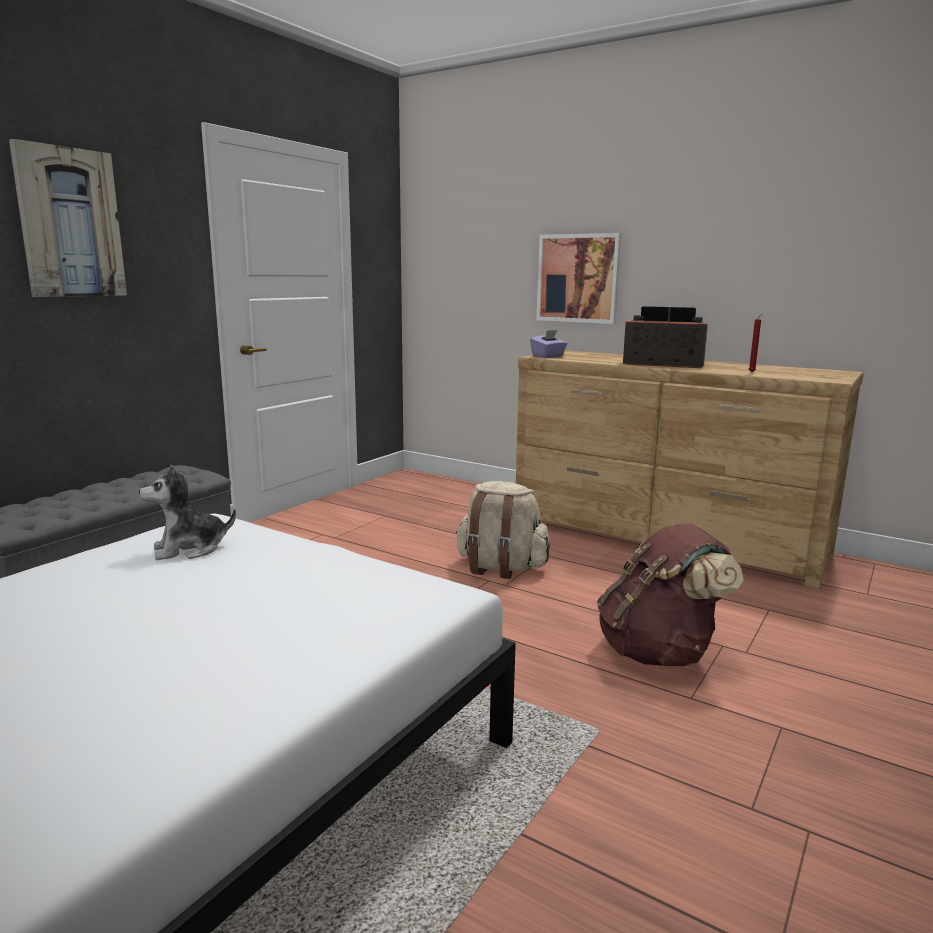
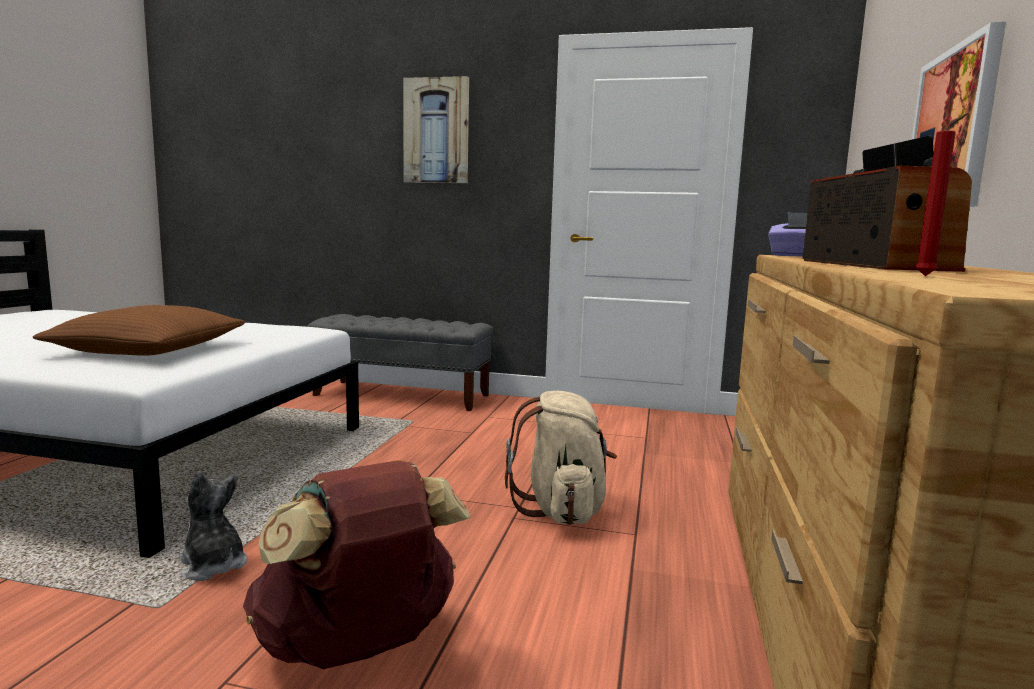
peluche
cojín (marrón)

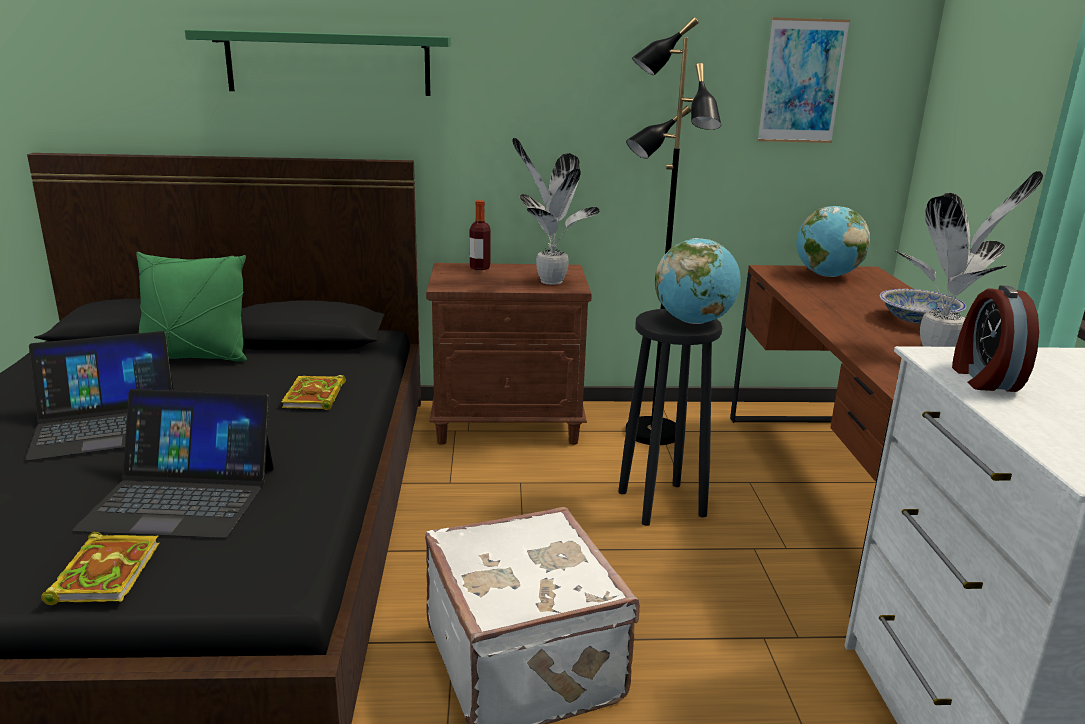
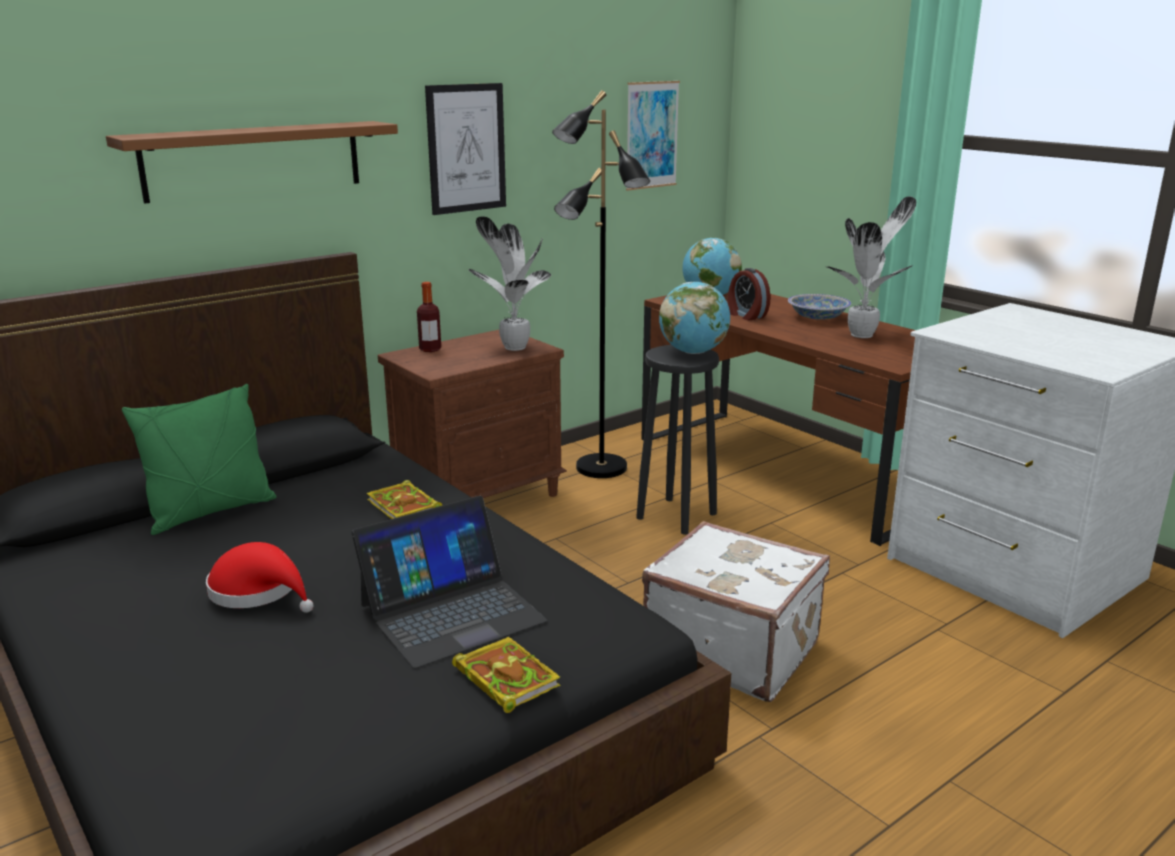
sombrero (rojo)
estante (marrón)
despertador
cuadro (1st from left)

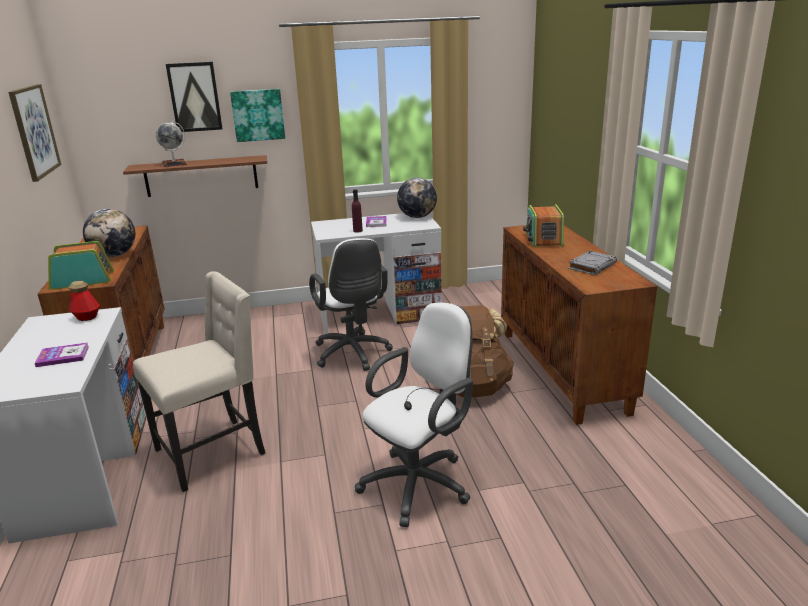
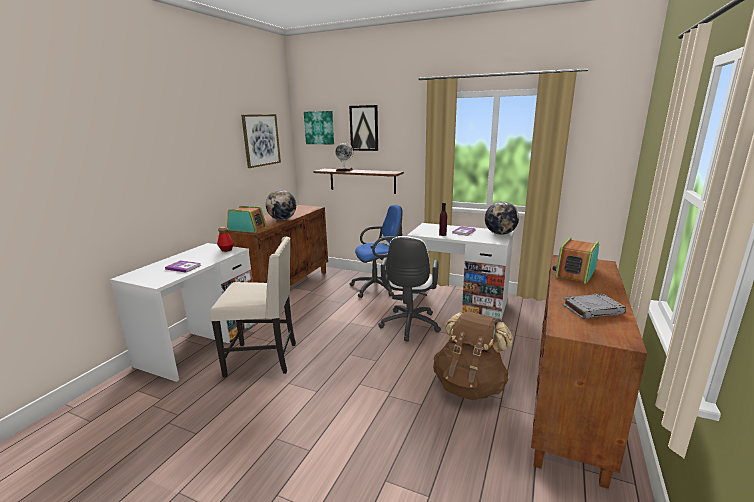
cuadro (2nd from left)
silla de oficina (blanco) (2nd from left in the first image)
silla de oficina (azul)

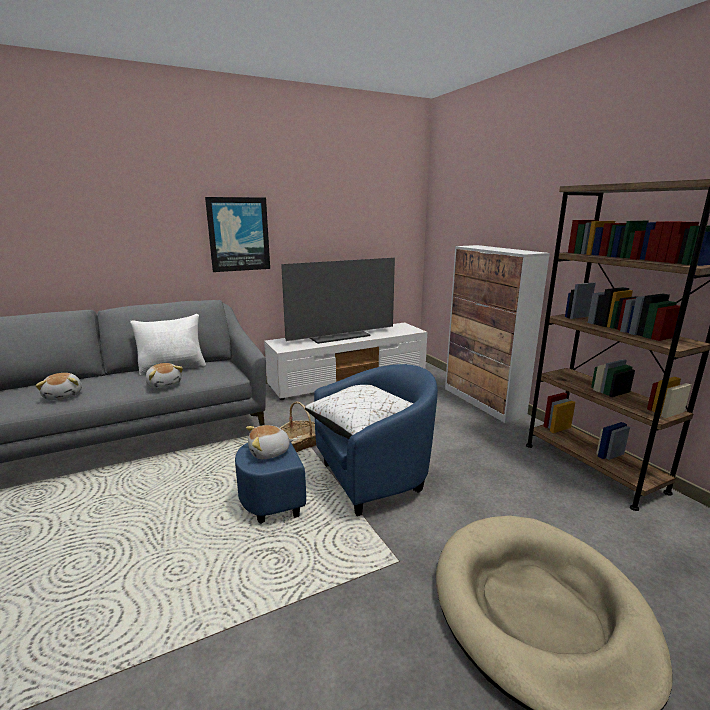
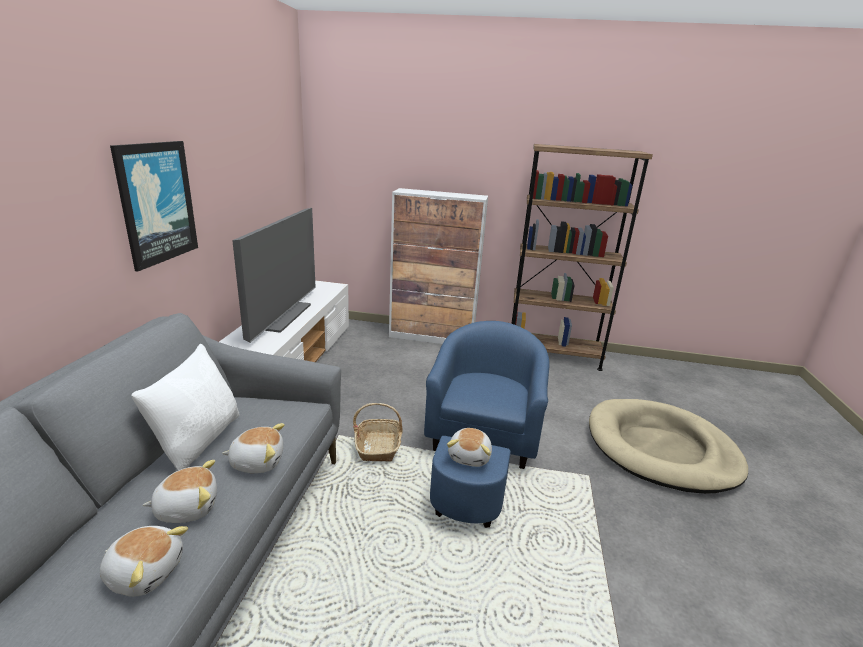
cojín (blanco) (2nd from left in the first image)
peluche (2nd from left)

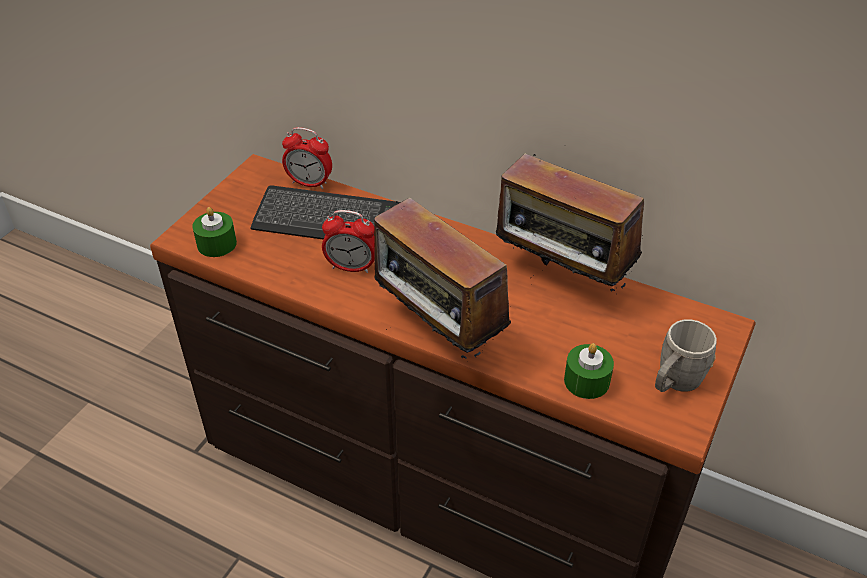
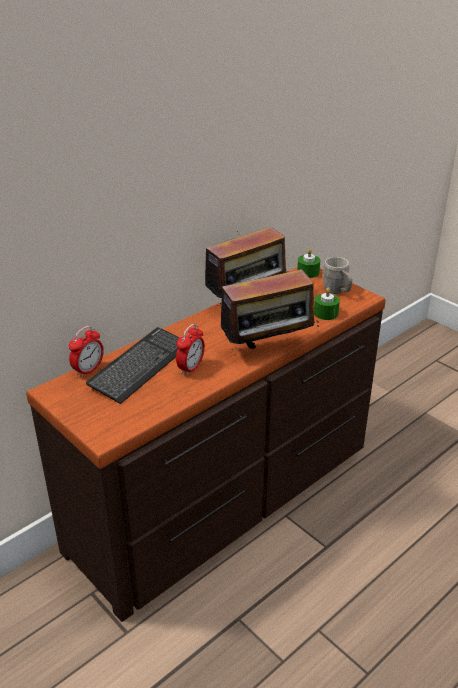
vela (verde) (1st from left)

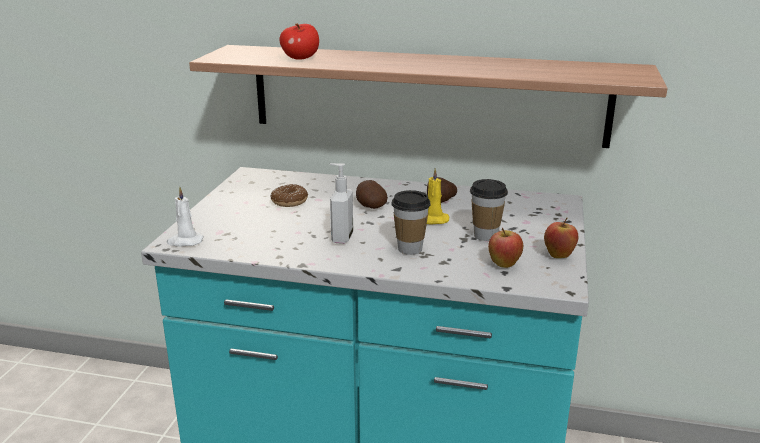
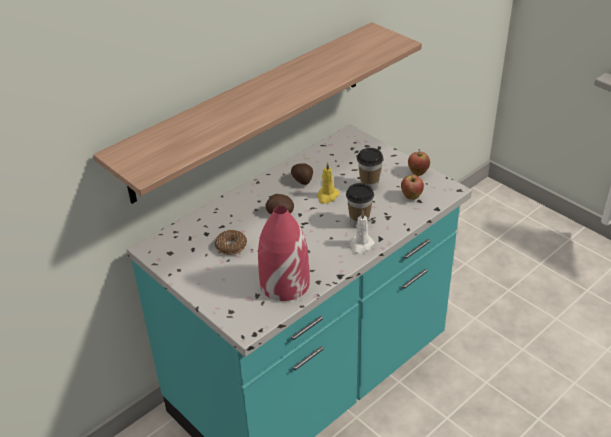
vela (blanco)
manzana (1st from left in the first image)
dispensador de jabón
florero (rojo)

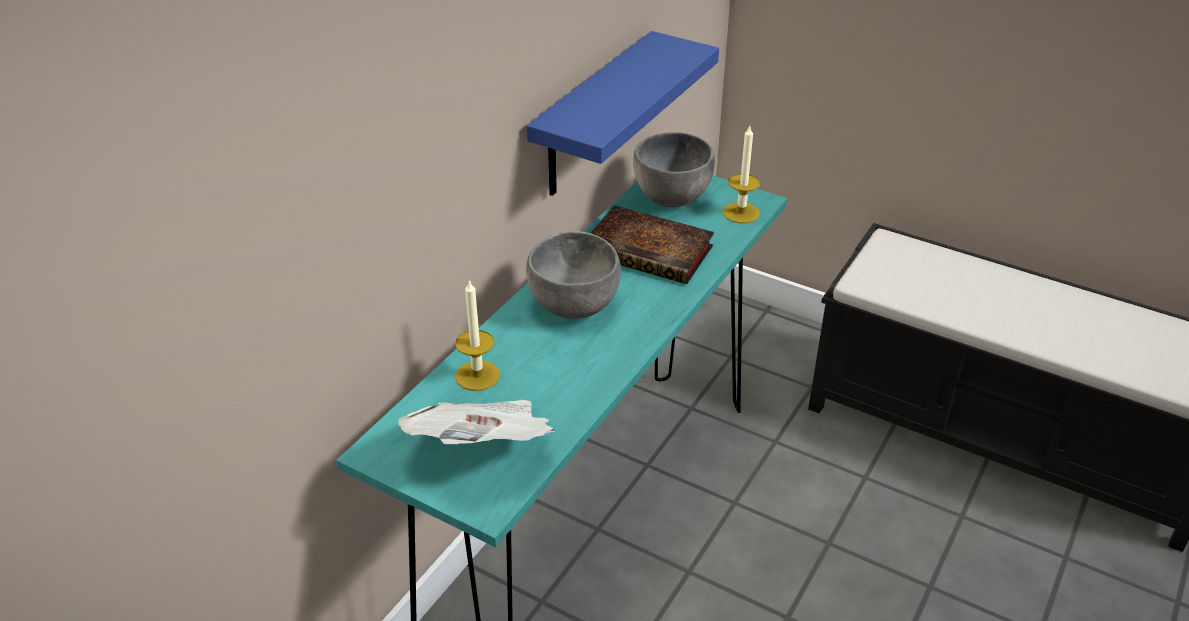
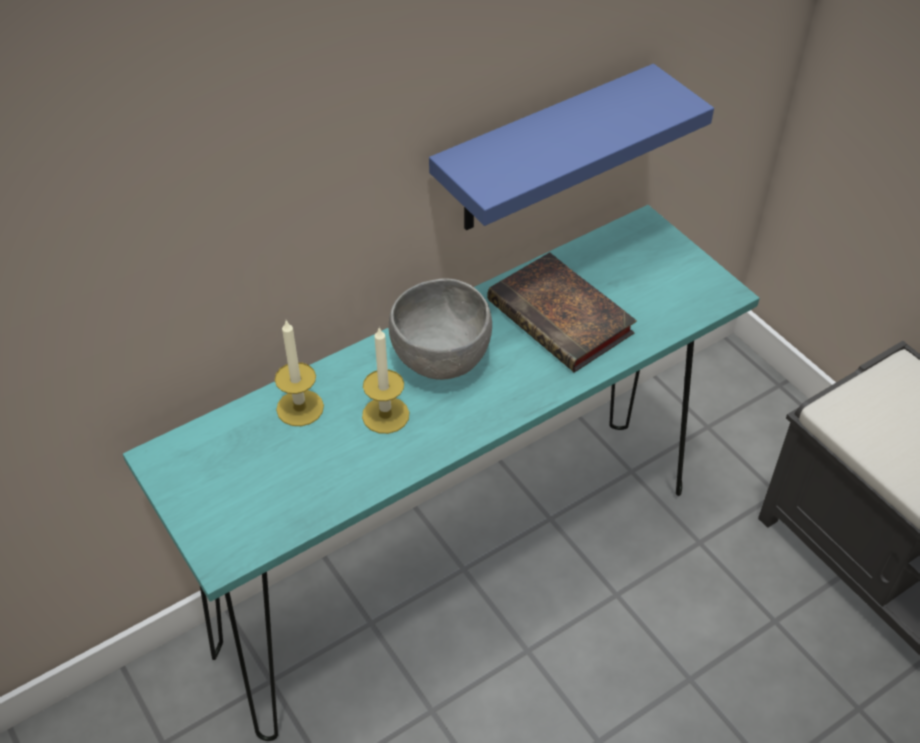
periódico
cuenco (gris) (2nd from left in the first image)
vela (2nd from left)

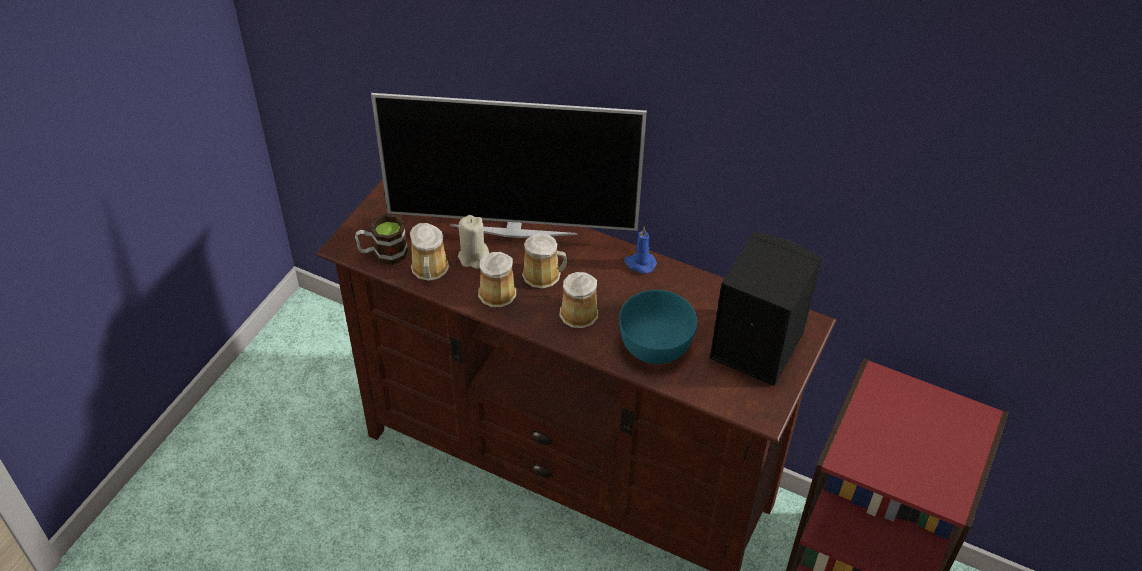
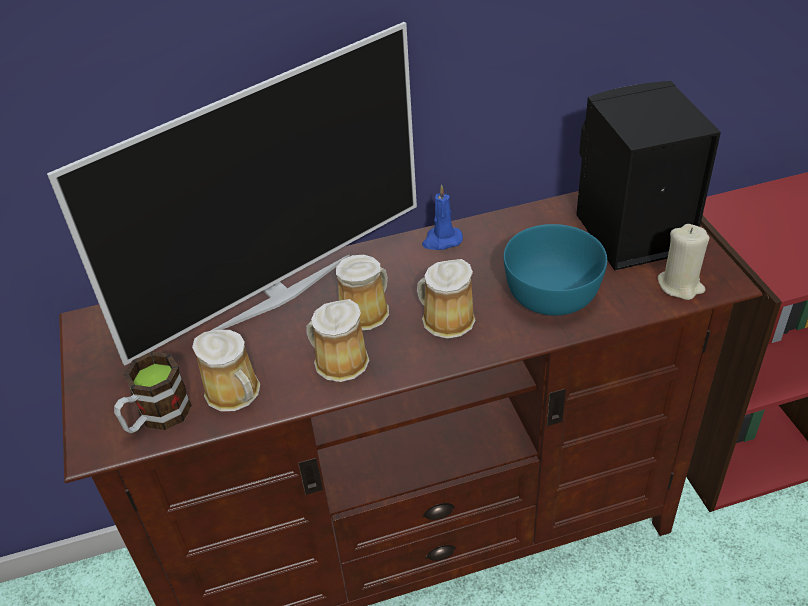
vela (beis)

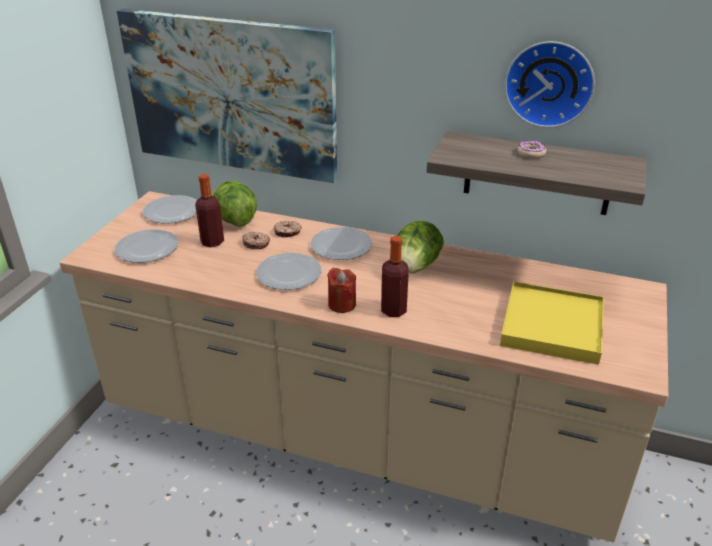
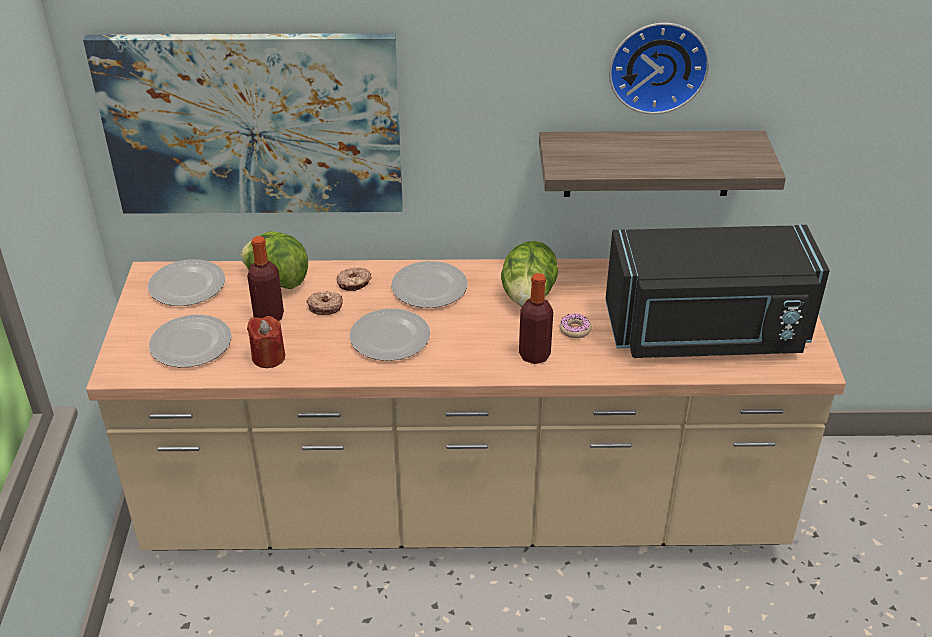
vela (rojo)
microondas (negro)
rosquilla (3rd from left)

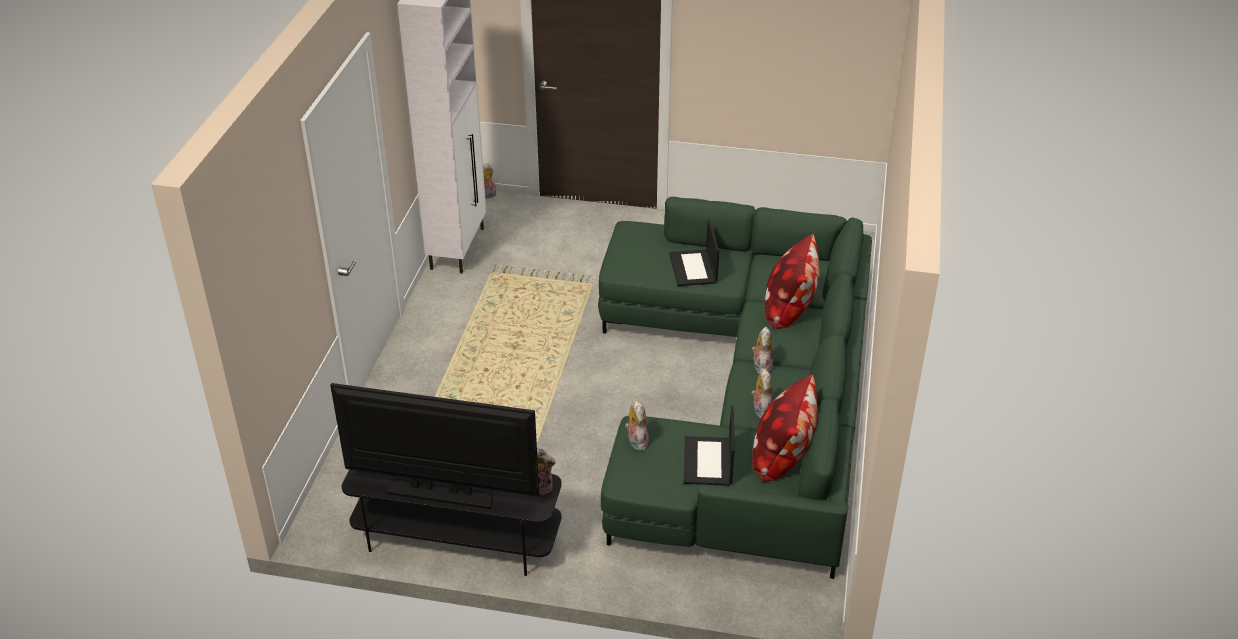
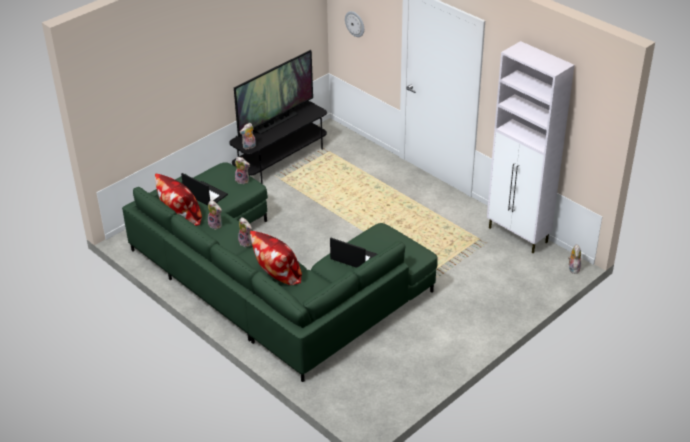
reloj de pared

